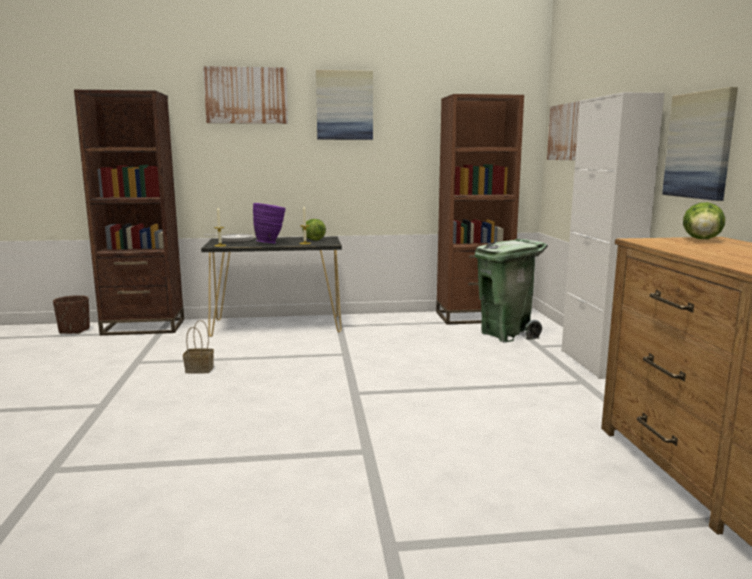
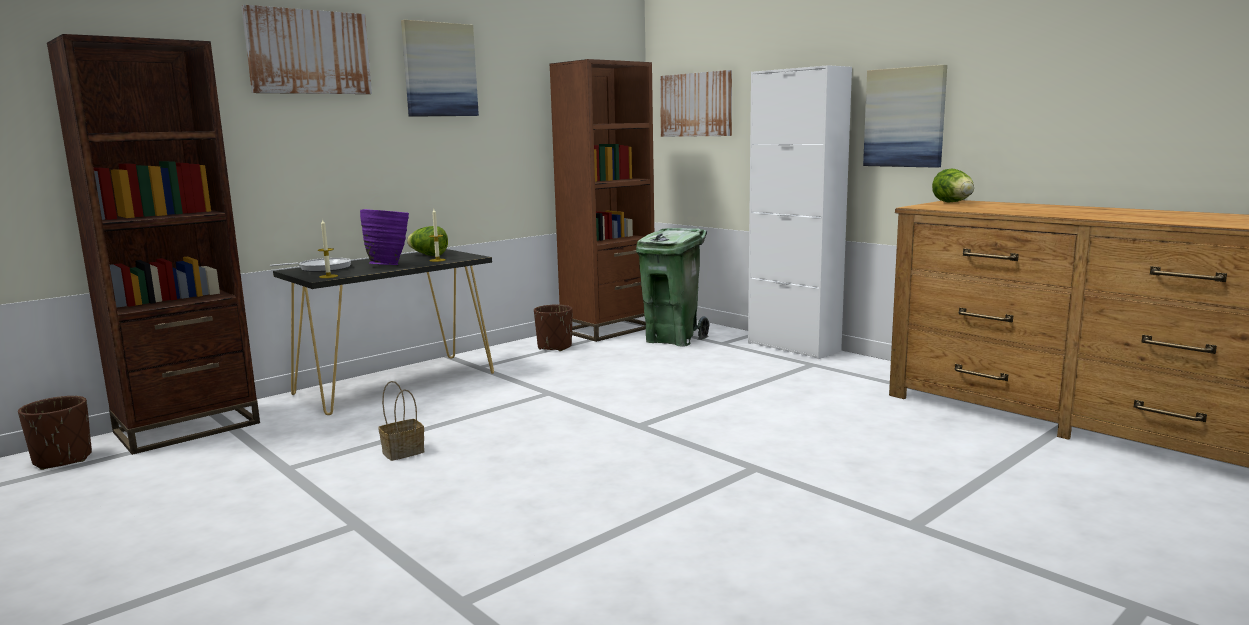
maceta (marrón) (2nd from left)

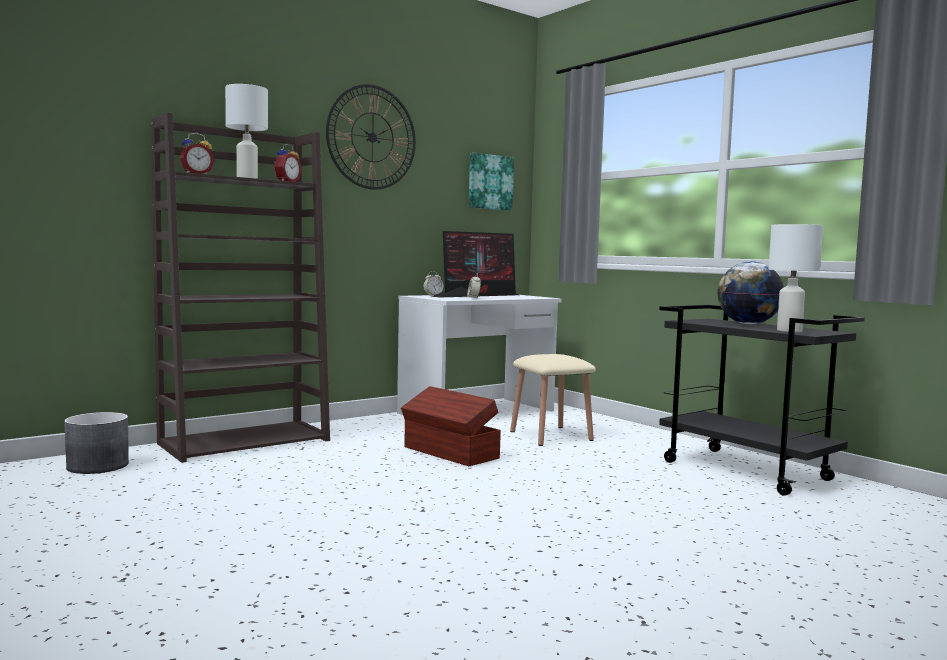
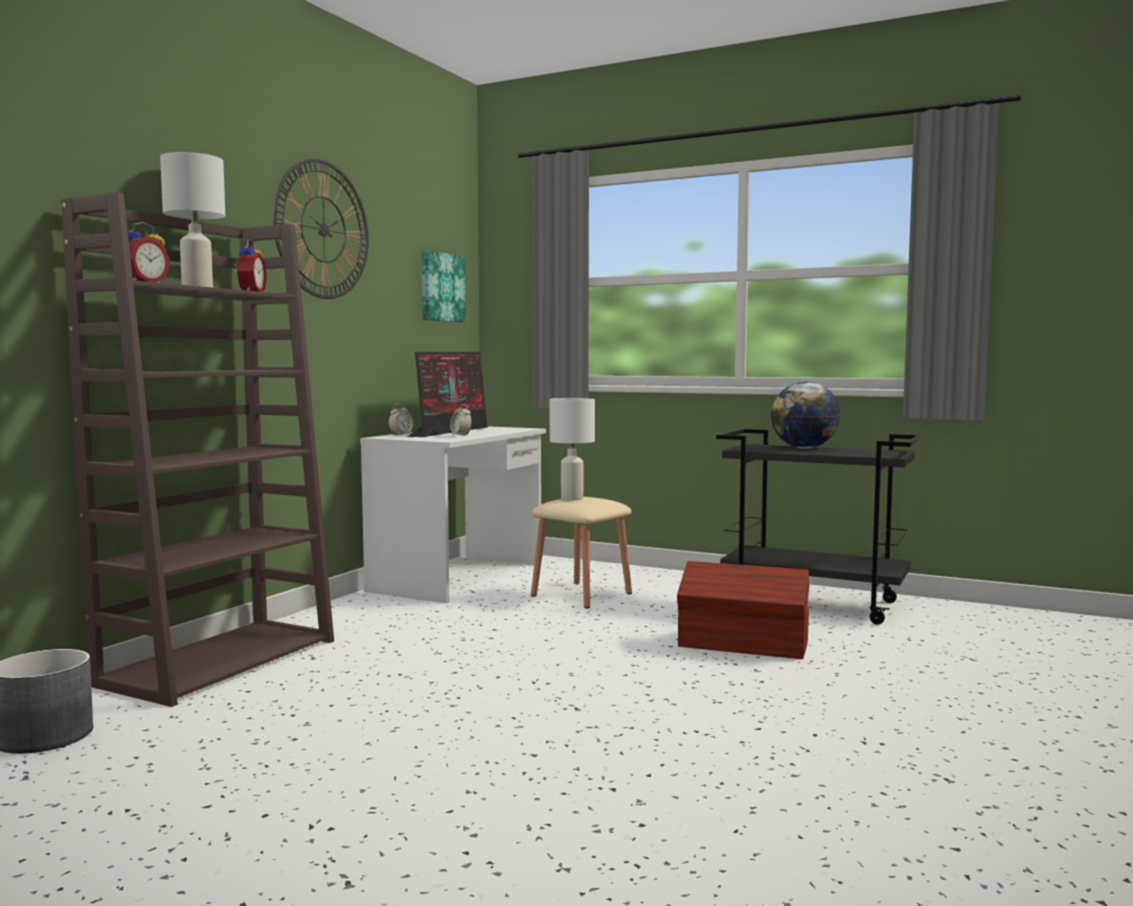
caja de almacenaje (marrón)
lámpara de mesa (blanco) (2nd from left)

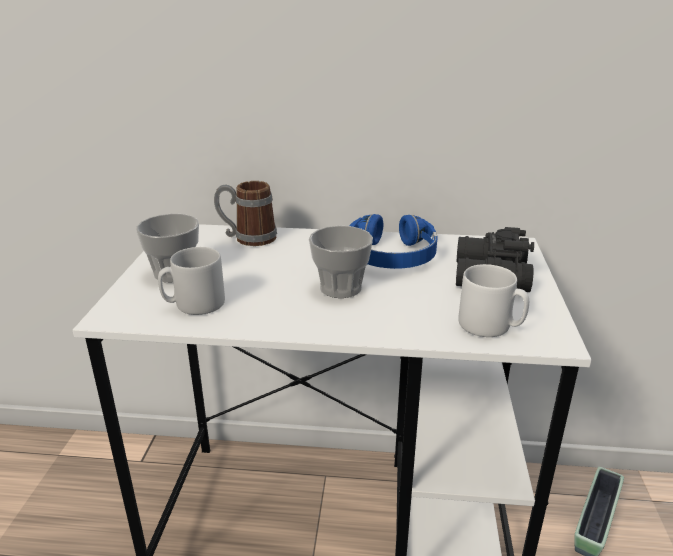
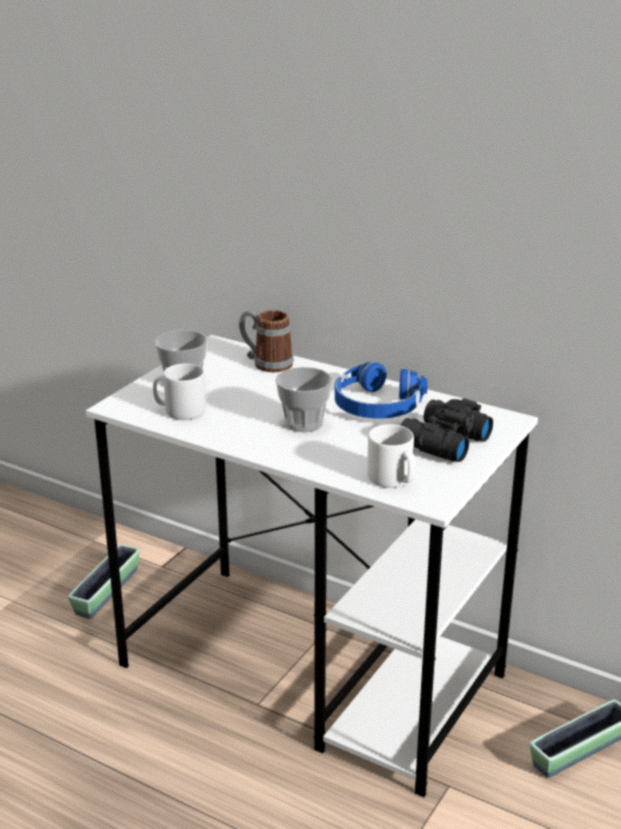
maceta (1st from left)

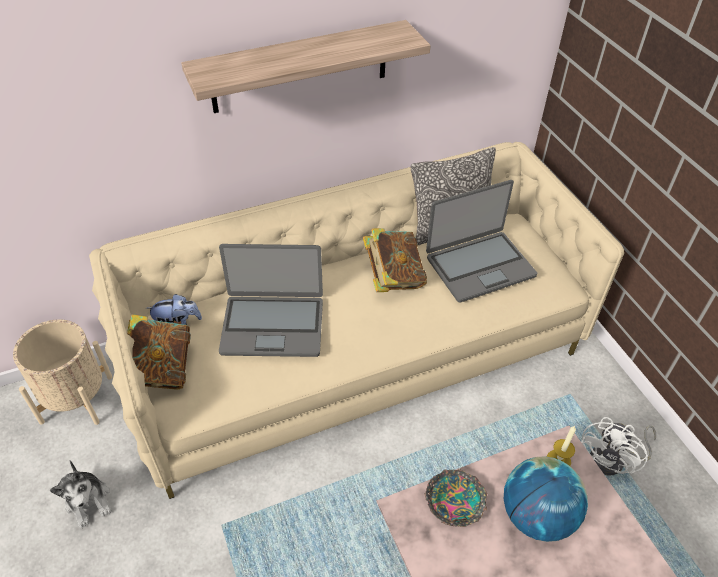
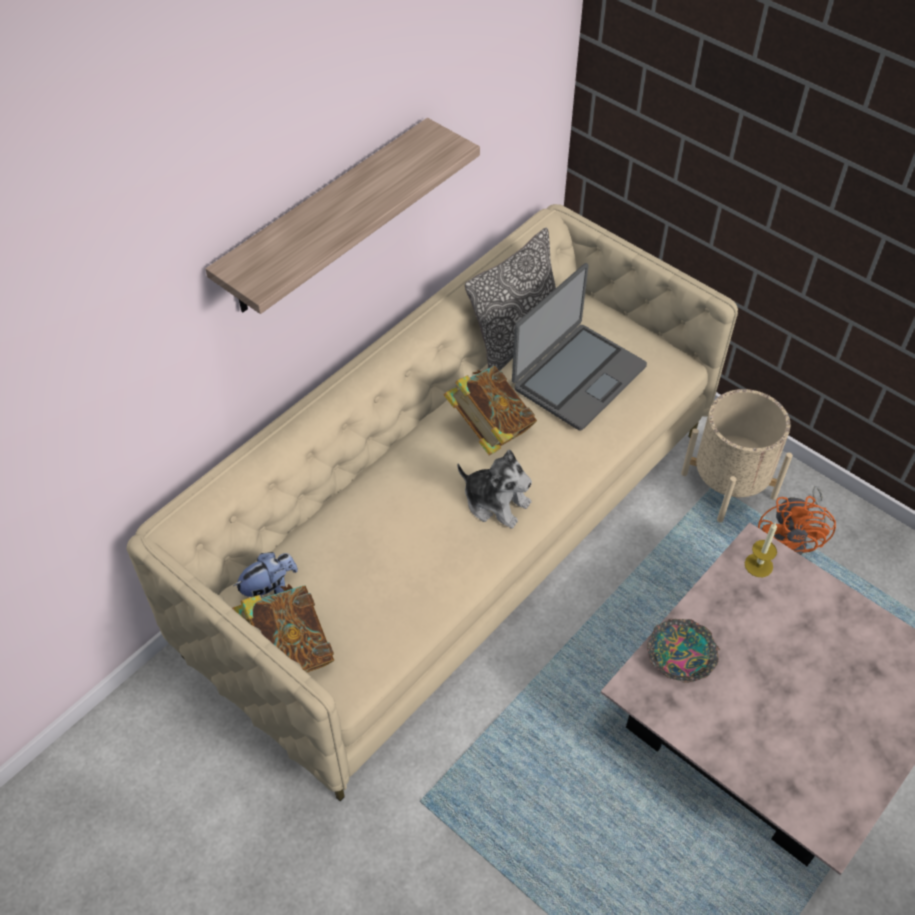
maceta (beis)
peluche (2nd from left)
portátil (1st from left in the first image)
globo terráqueo
ventilador (naranja)

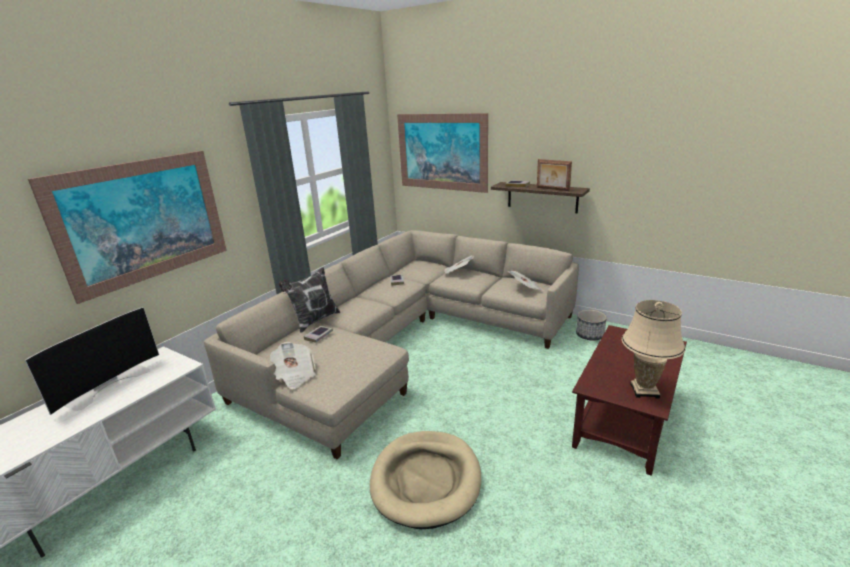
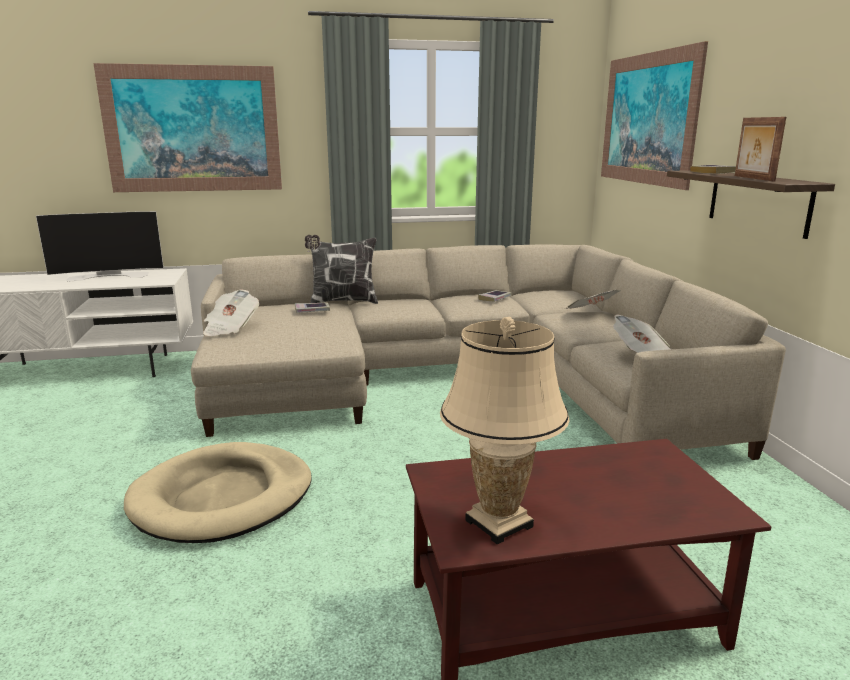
maceta

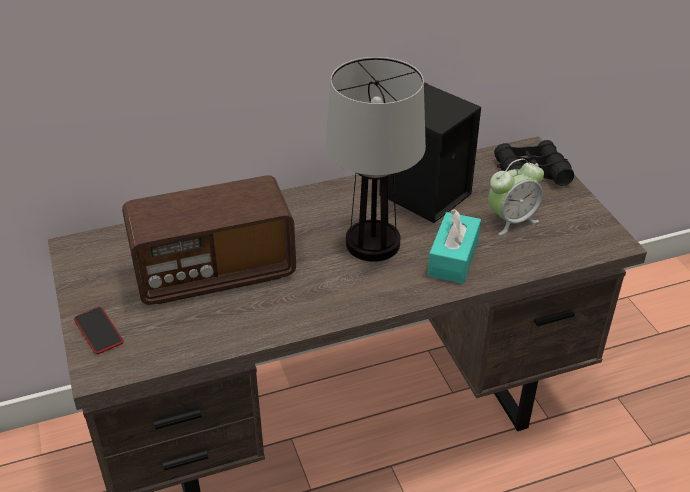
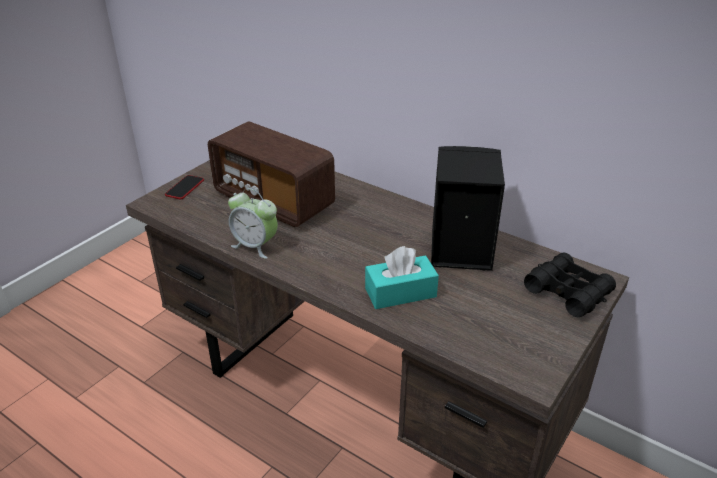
lámpara de mesa
despertador

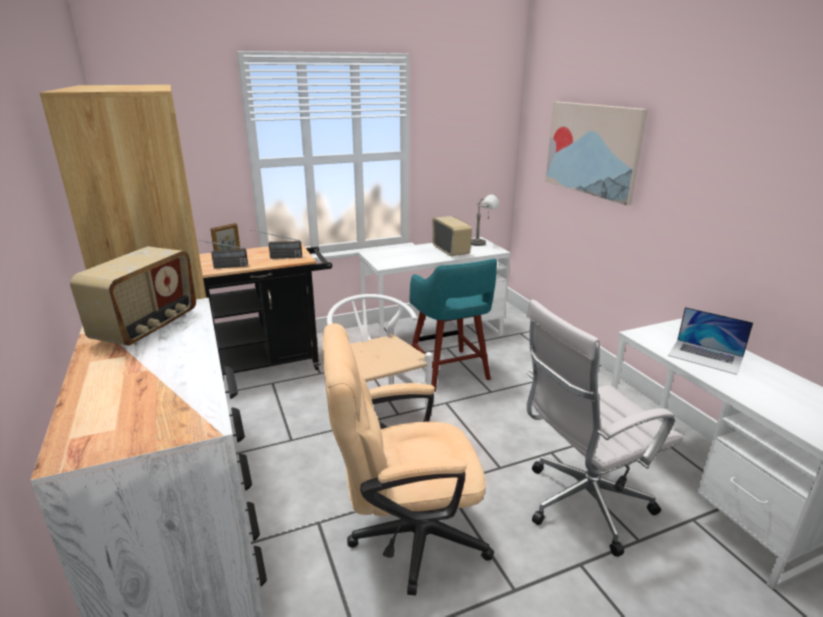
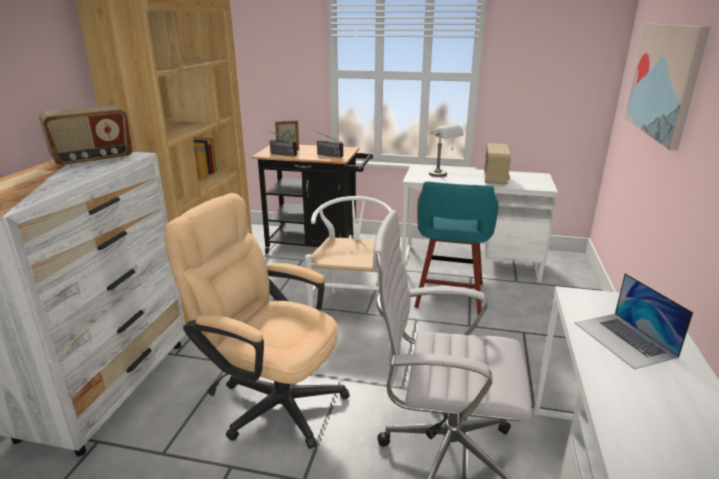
lámpara de mesa (gris)

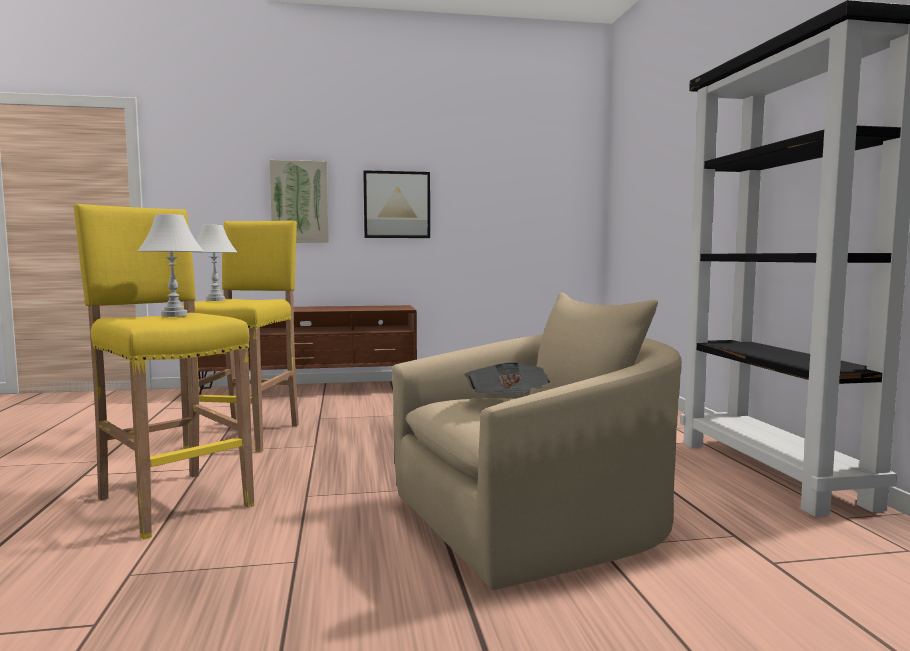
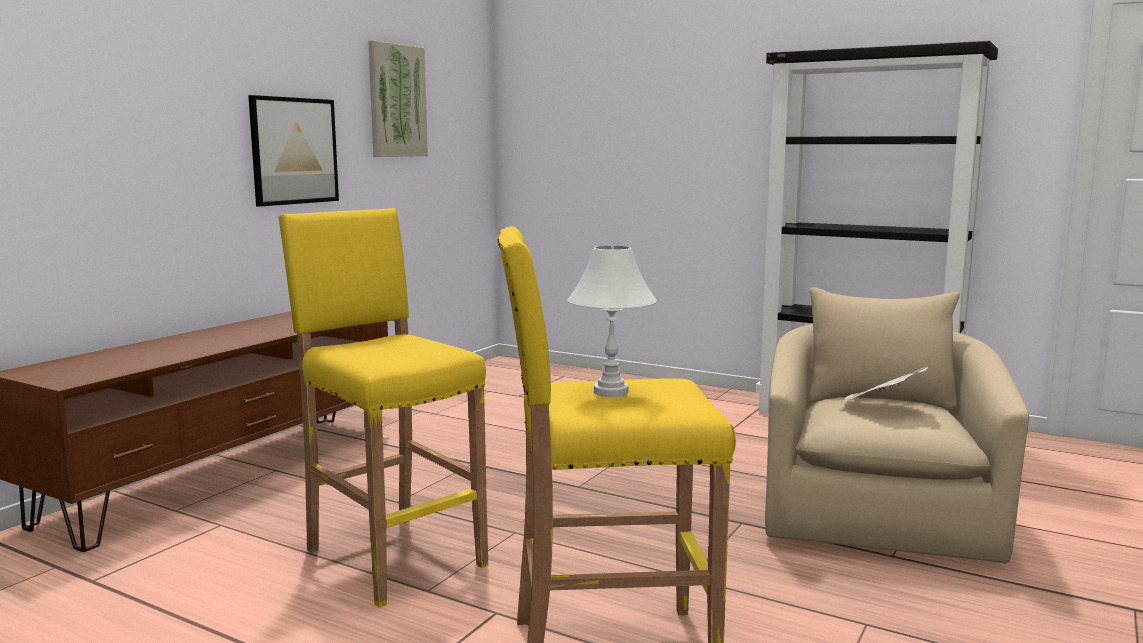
lámpara de mesa (blanco) (2nd from left in the first image)
cuadro (2nd from left)

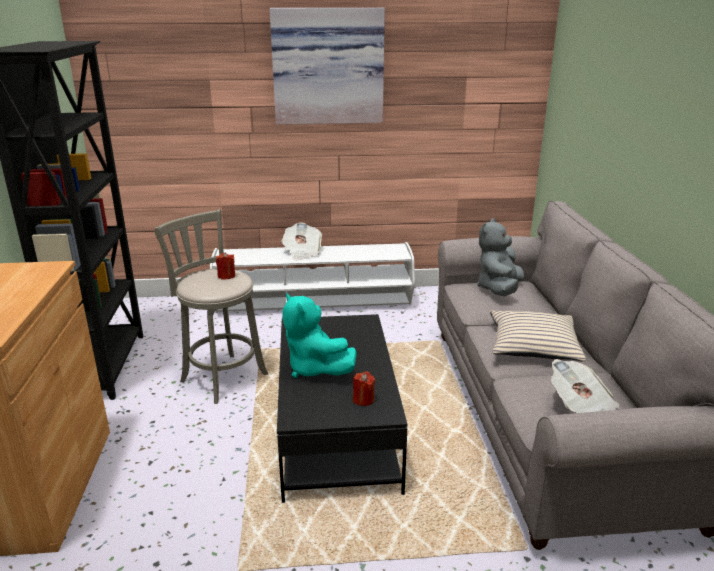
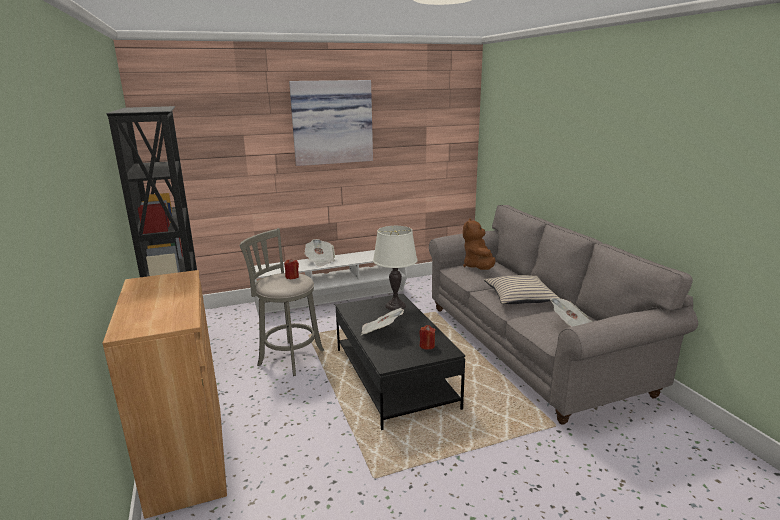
periódico (2nd from left)
peluche (marrón)
lámpara de mesa (blanco)

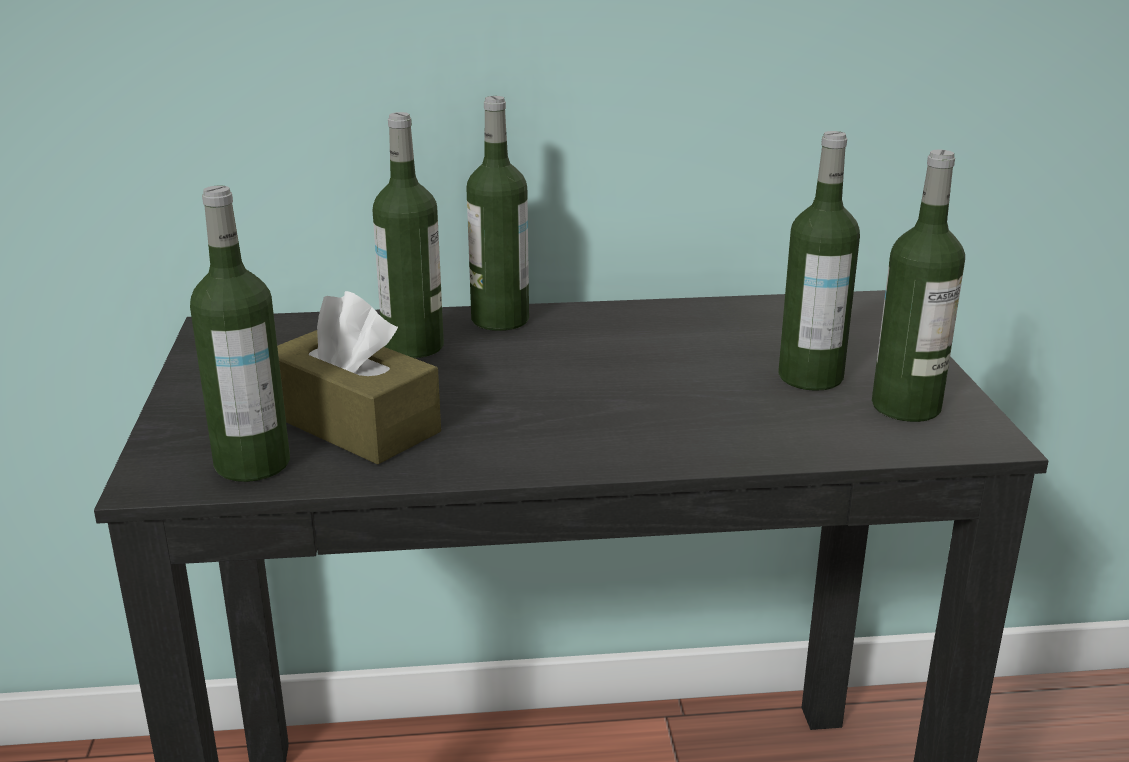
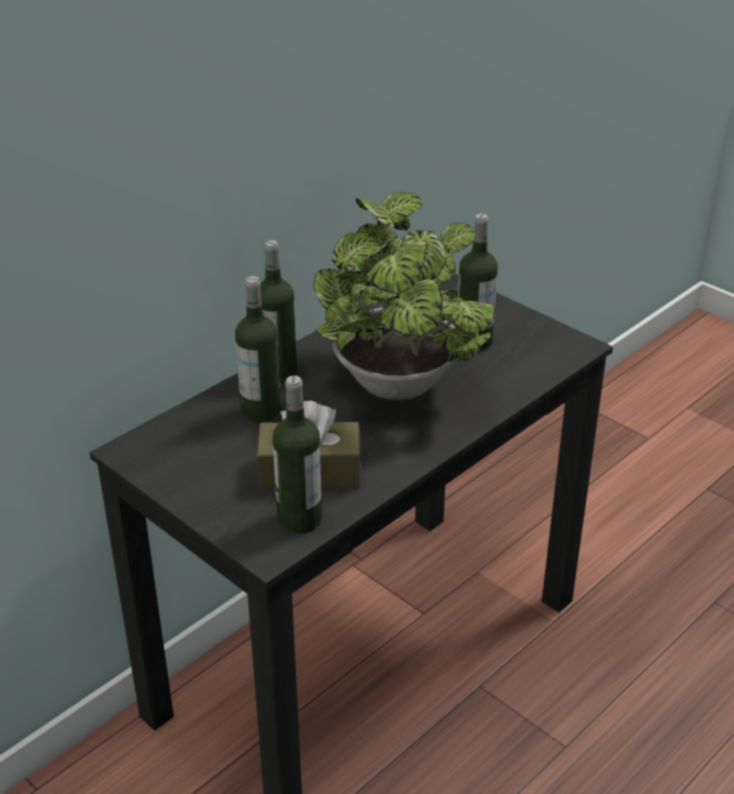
botella (5th from left in the first image)
planta en maceta

